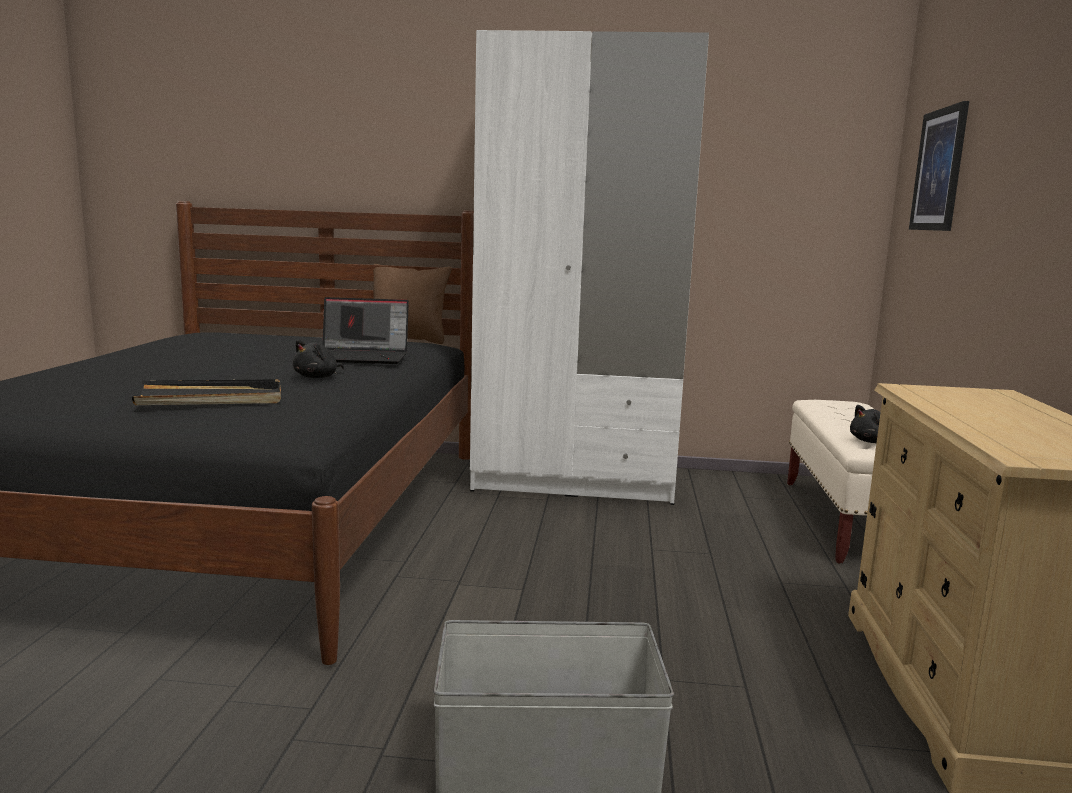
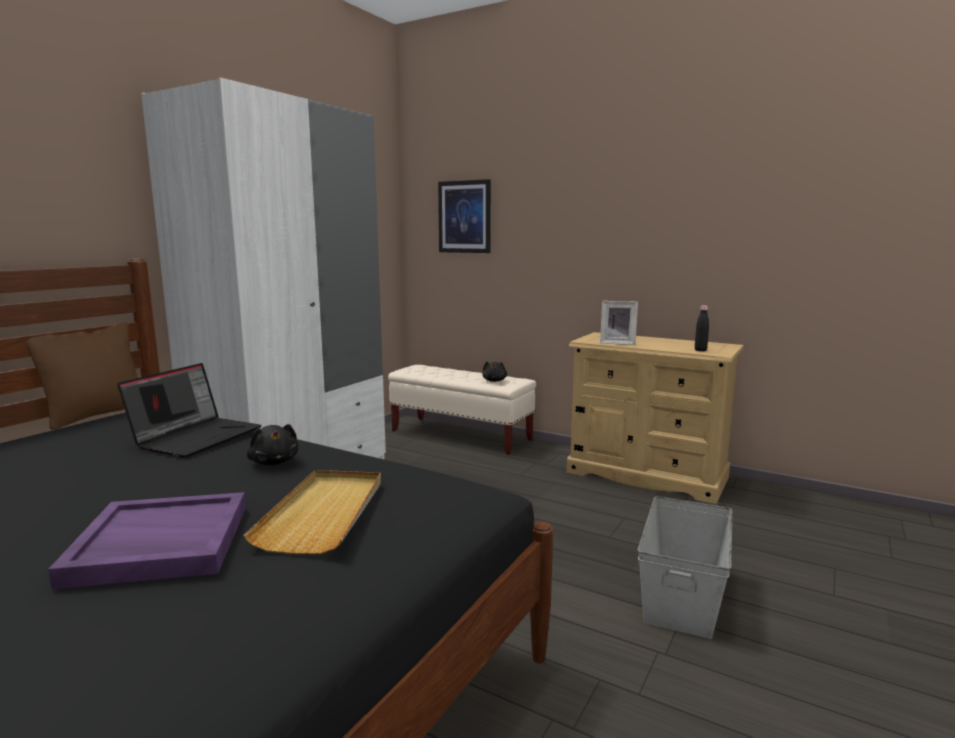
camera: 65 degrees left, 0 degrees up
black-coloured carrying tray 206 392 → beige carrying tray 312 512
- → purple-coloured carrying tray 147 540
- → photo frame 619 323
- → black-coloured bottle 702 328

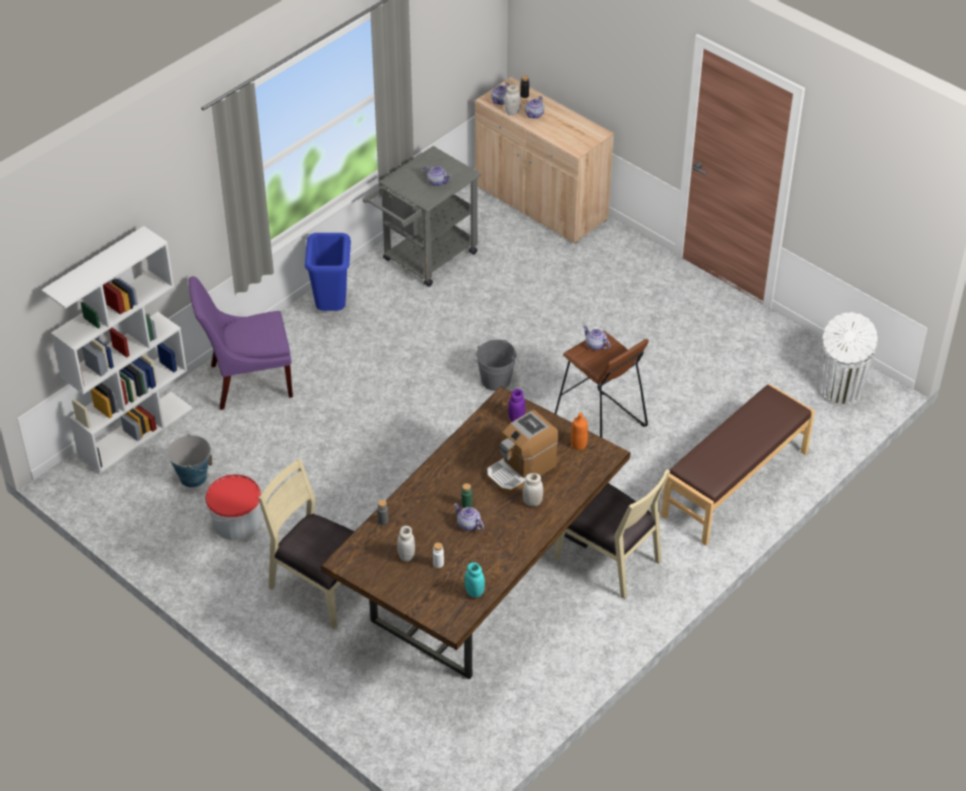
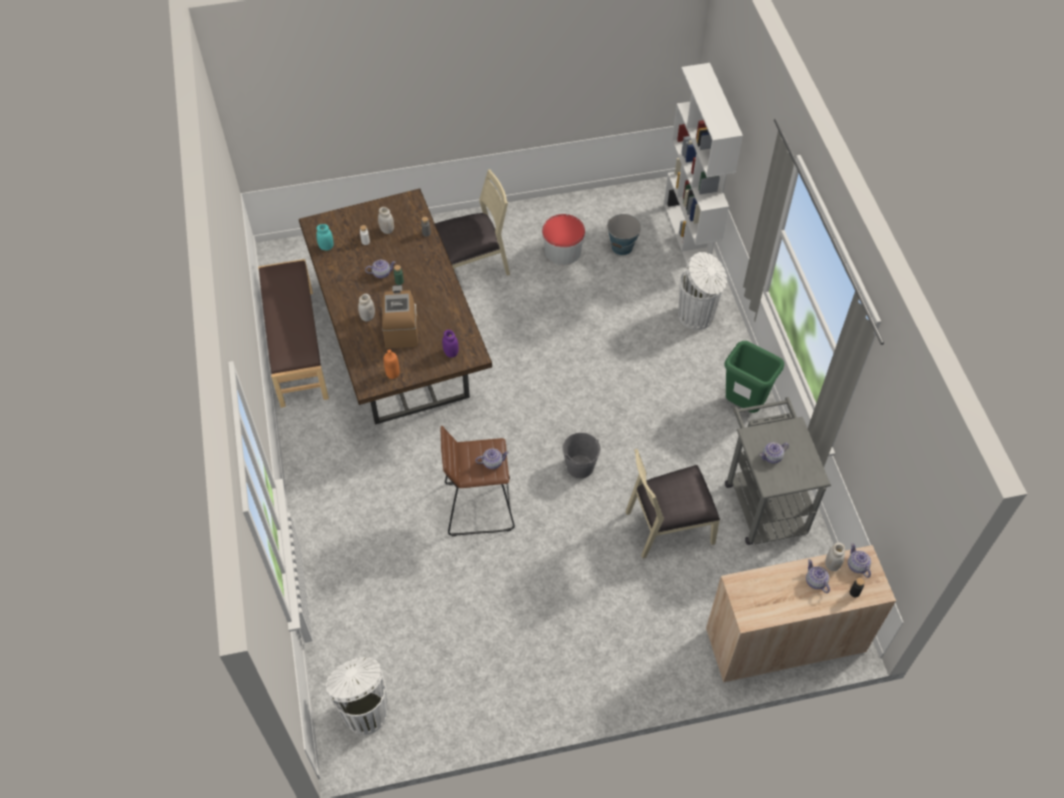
camera: 125 degrees right, 10 degrees up
purple-coloured plain chair 240 343 → white rubbish bin 702 291
blue rubbish bin 328 272 → green-coloured rubbish bin 754 377
beige plain chair 612 534 → beige plain chair 672 504, shifted
brown indoor bench 738 465 → brown indoor bench 293 333, shifted

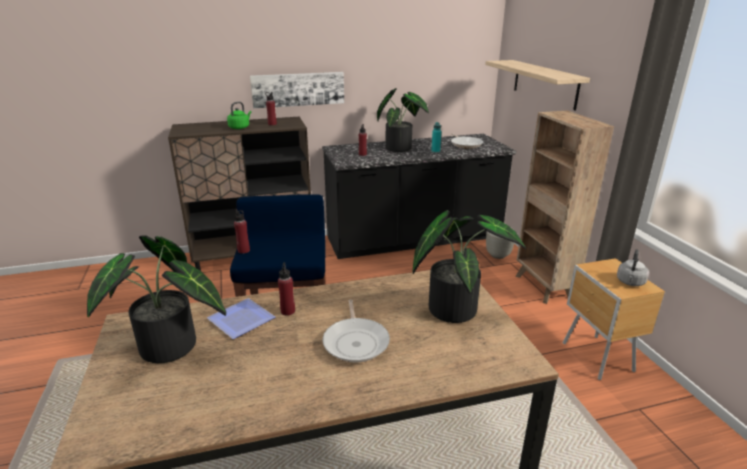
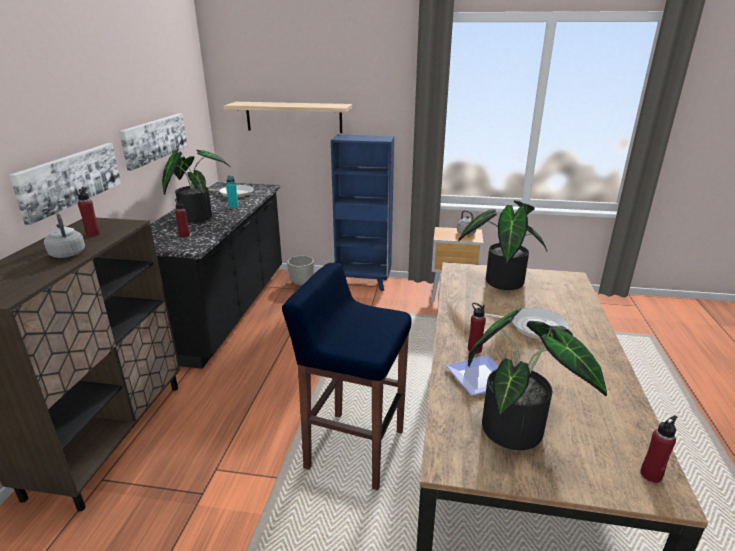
camera: 65 degrees left, 0 degrees up
green-coloured tea kettle 239 115 → gray tea kettle 64 235
red-coloured bottle 242 231 → red-coloured bottle 658 449, shifted
brown shelving unit 565 207 → blue shelving unit 362 212
- → wall art 153 142

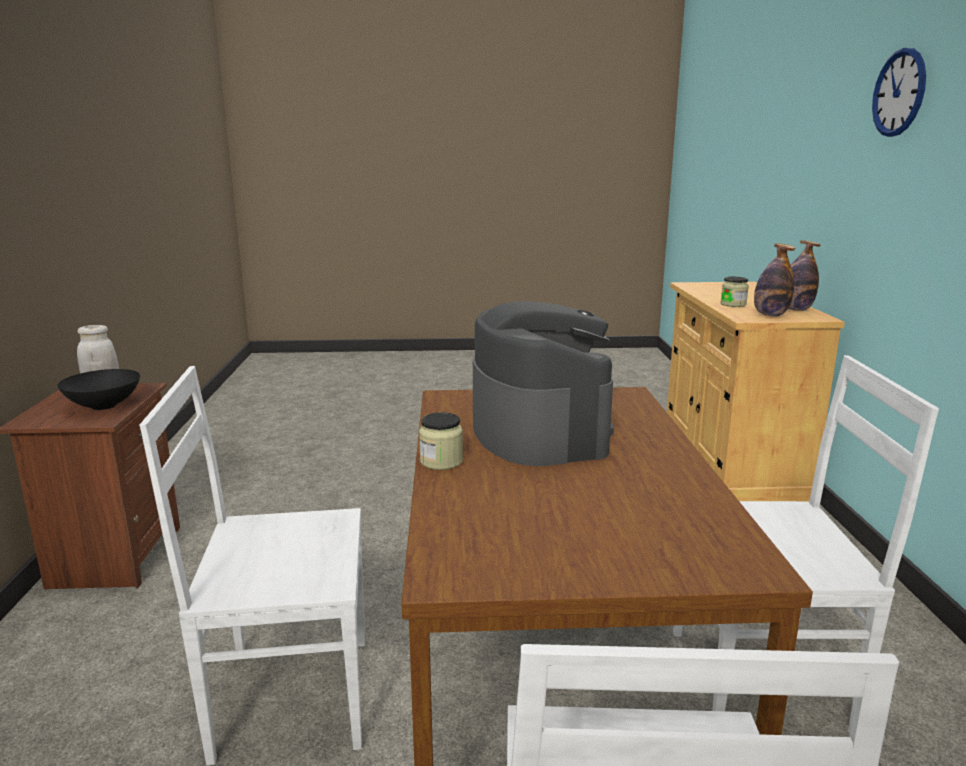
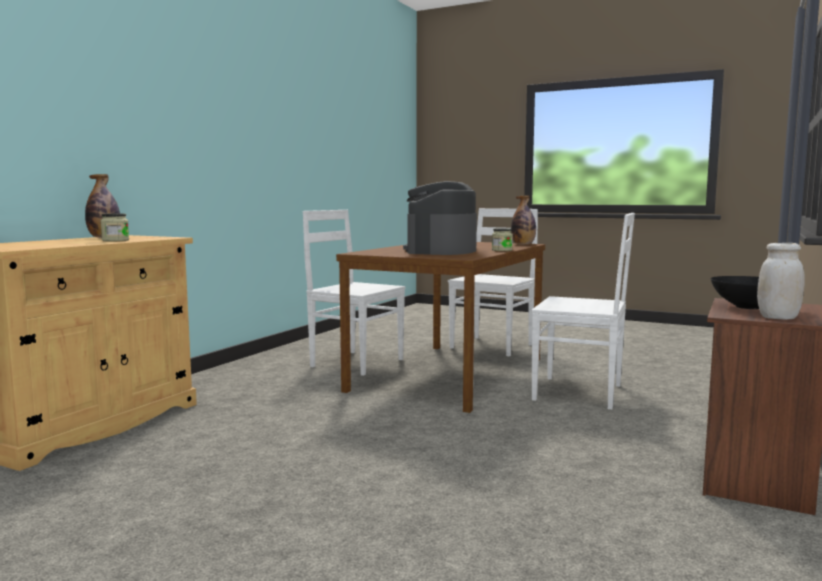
camera: 150 degrees left, 10 degrees down
bottle 774 279 → bottle 523 220, shifted
wall clock 899 92 → -

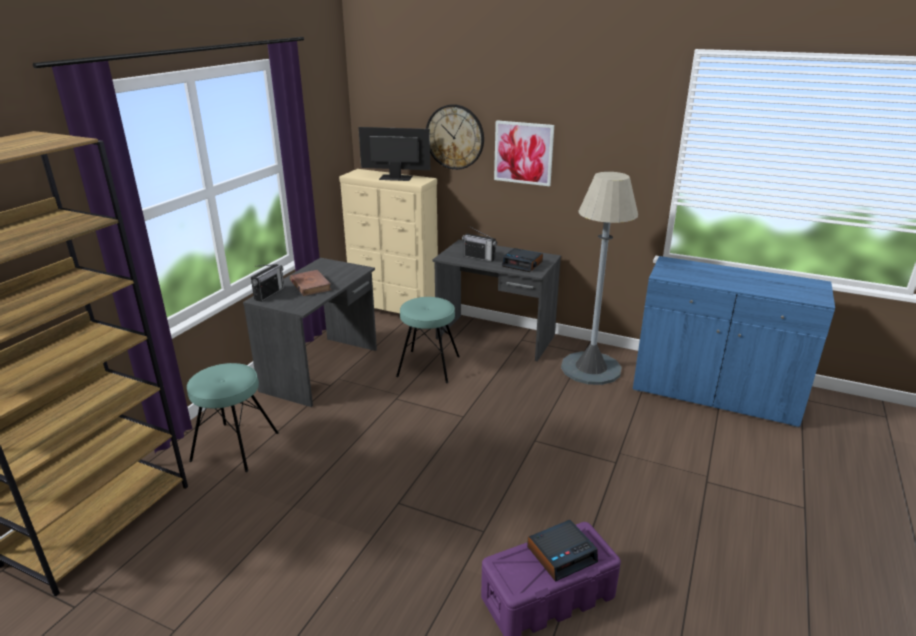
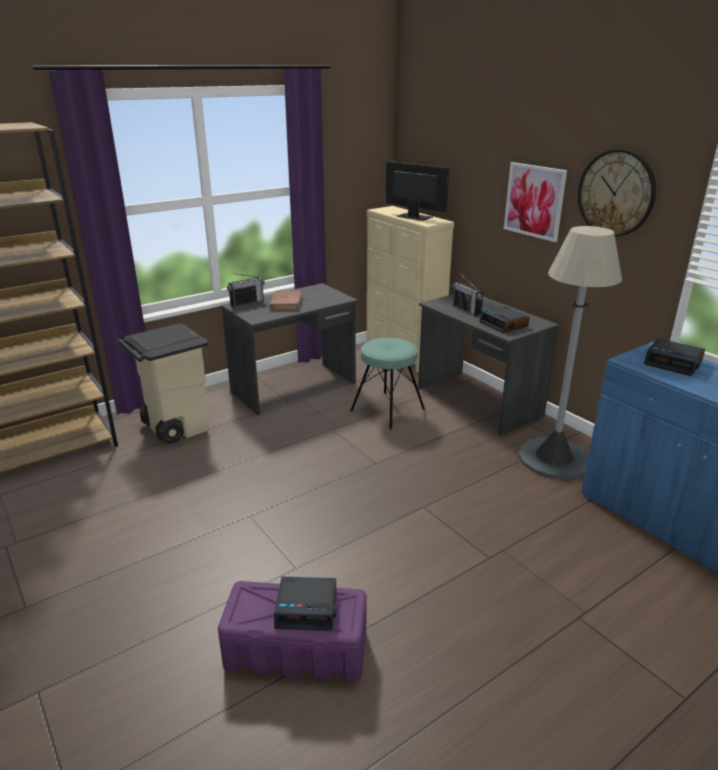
camera: 30 degrees right, 0 degrees up
blue-green stool 233 417 → beige rubbish bin 163 383
wall clock 455 137 → wall clock 617 193, shifted
- → alarm clock 674 357

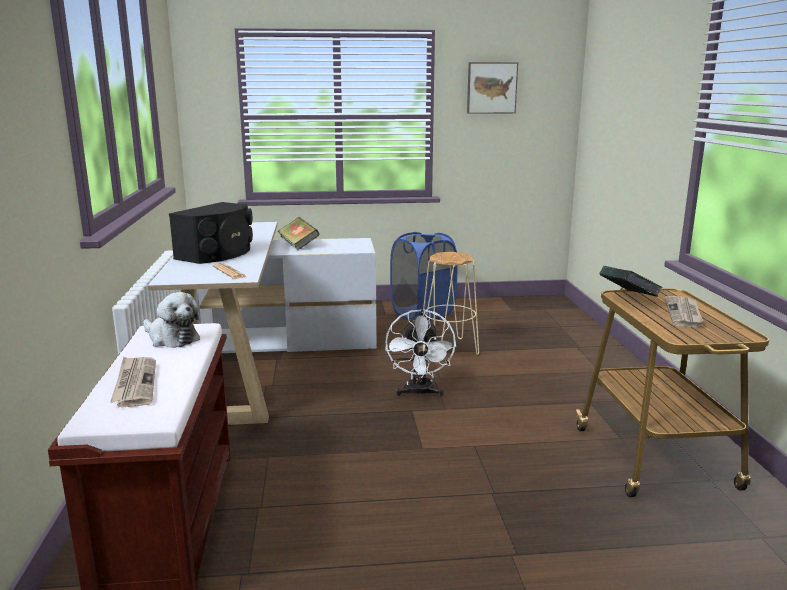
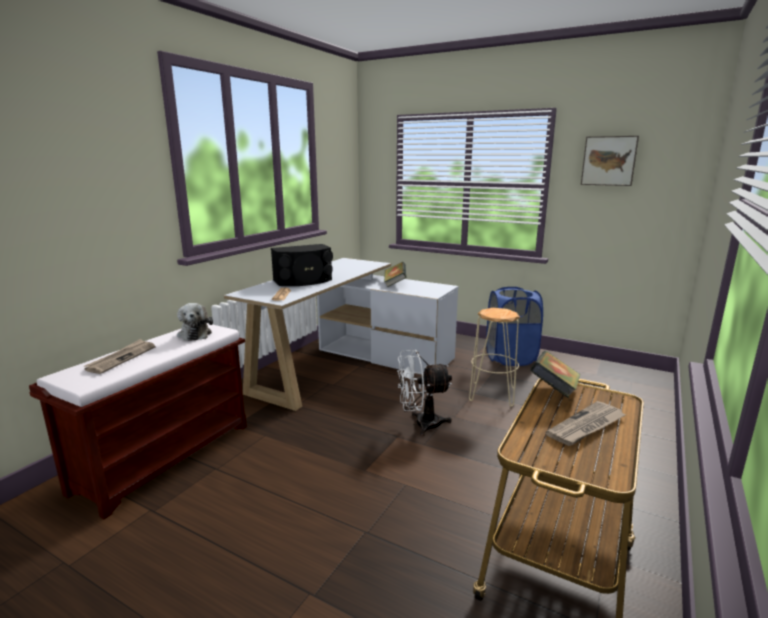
camera: 35 degrees right, 0 degrees up
white electric fan 420 353 → white electric fan 424 393, 45 degrees clockwise

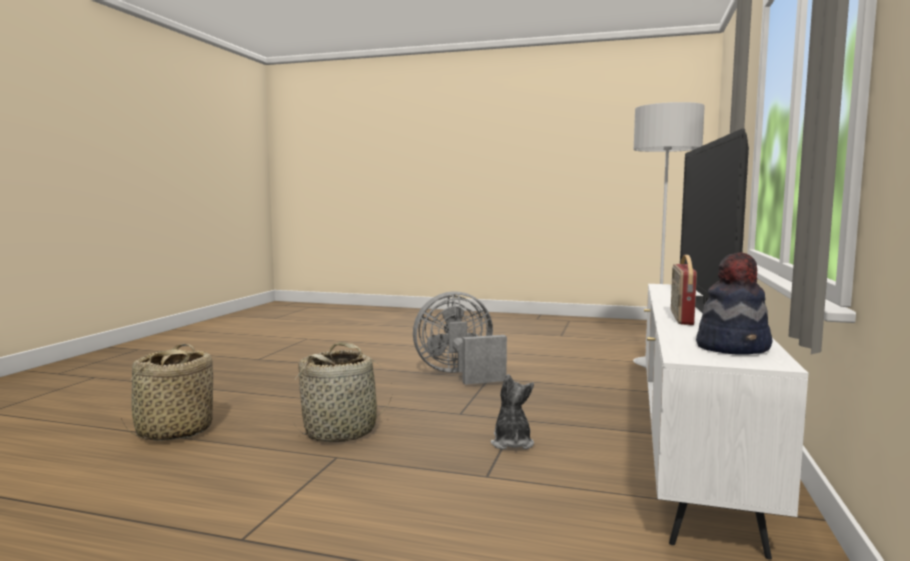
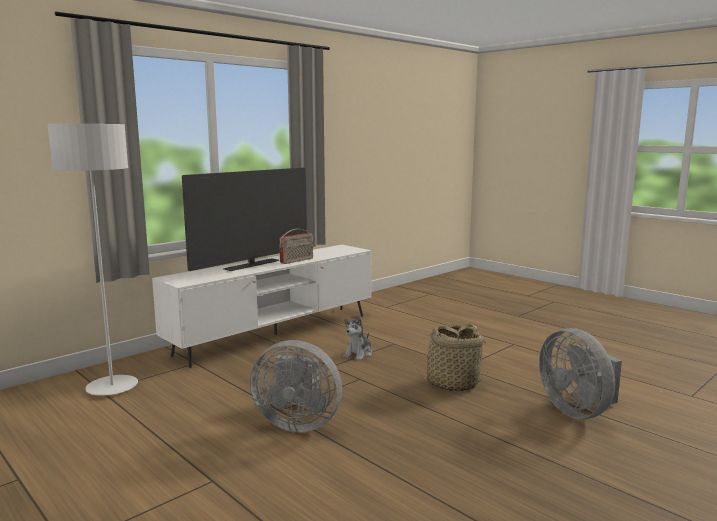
camera: 150 degrees left, 5 degrees up
storage basket 167 392 → gray electric fan 580 373
wearable hat 734 303 → -

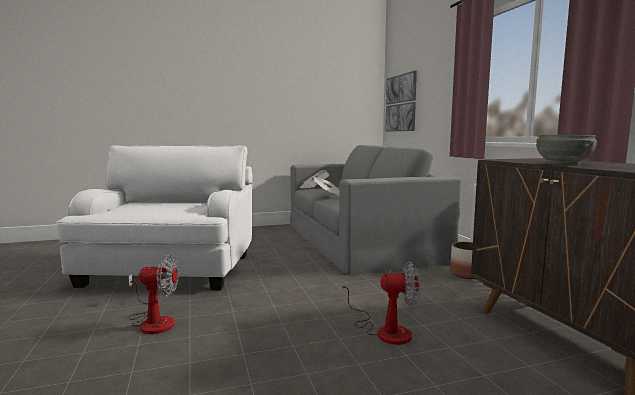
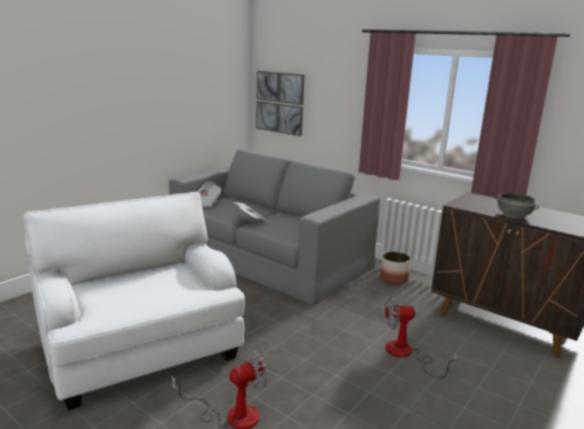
camera: 35 degrees left, 10 degrees up
electric fan 381 303 → electric fan 421 337, 150 degrees counterclockwise

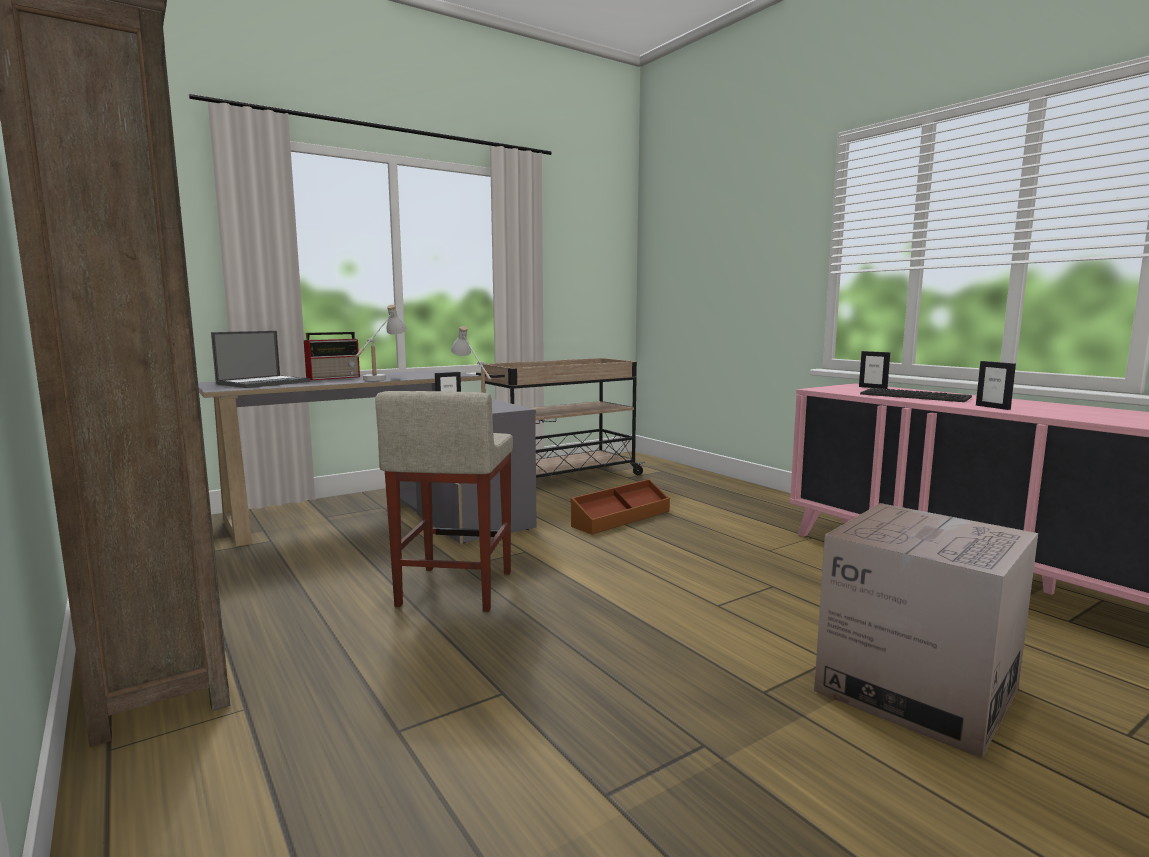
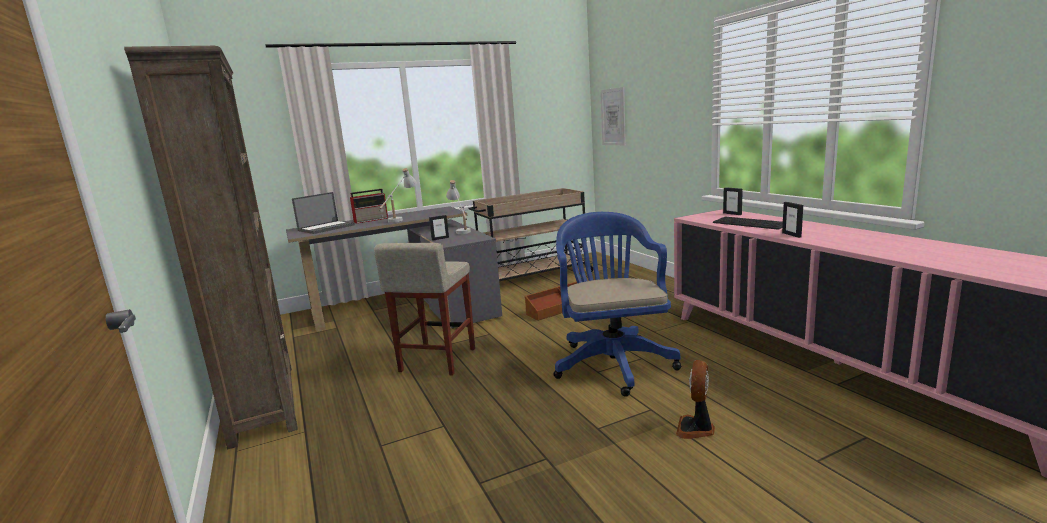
camera: 10 degrees right, 5 degrees up
carton 926 631 → electric fan 695 399
- → blue desk chair 617 304
- → wall art 613 116

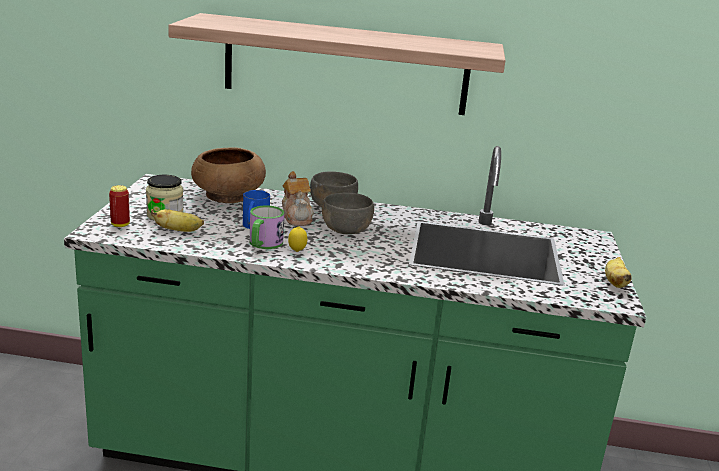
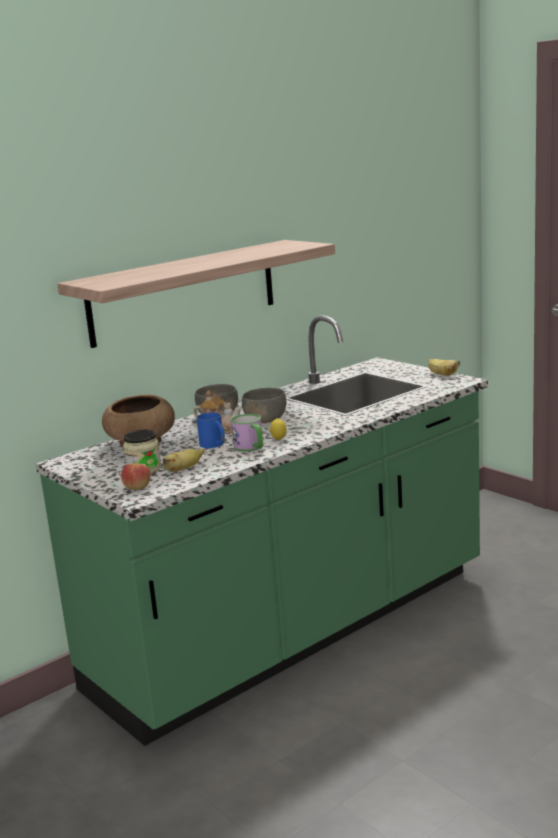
camera: 45 degrees left, 5 degrees down
metal can 119 206 → apple 136 476

